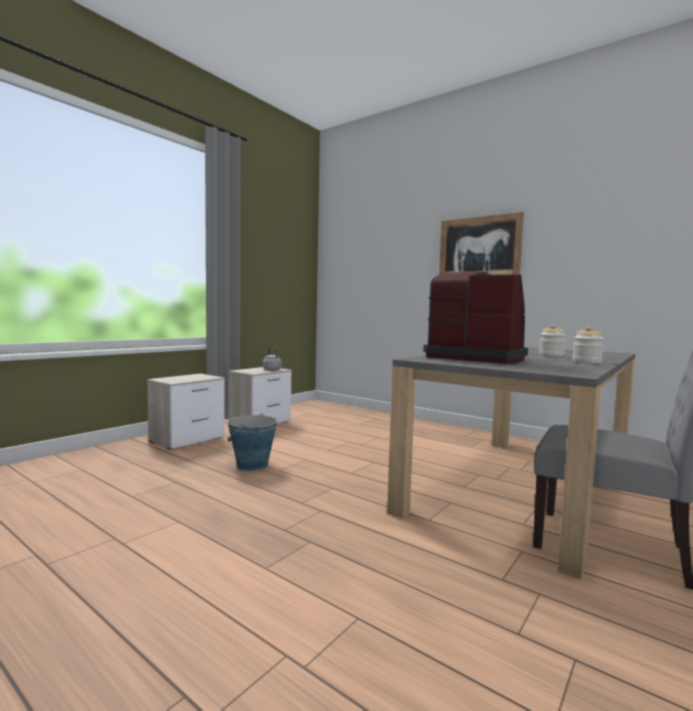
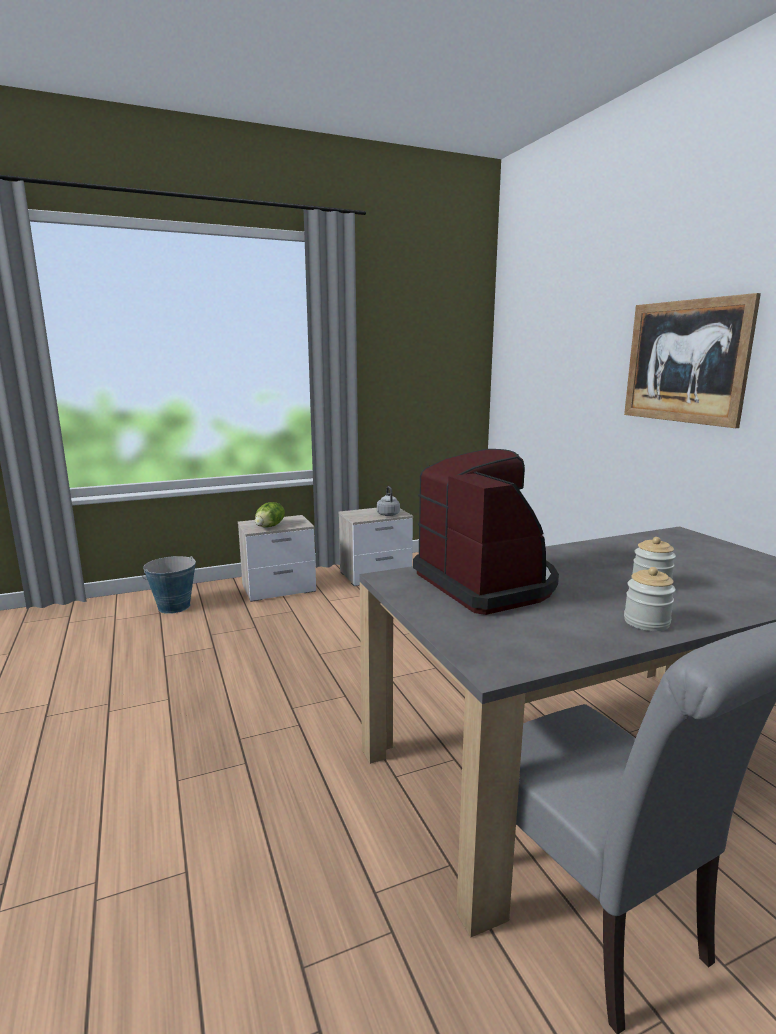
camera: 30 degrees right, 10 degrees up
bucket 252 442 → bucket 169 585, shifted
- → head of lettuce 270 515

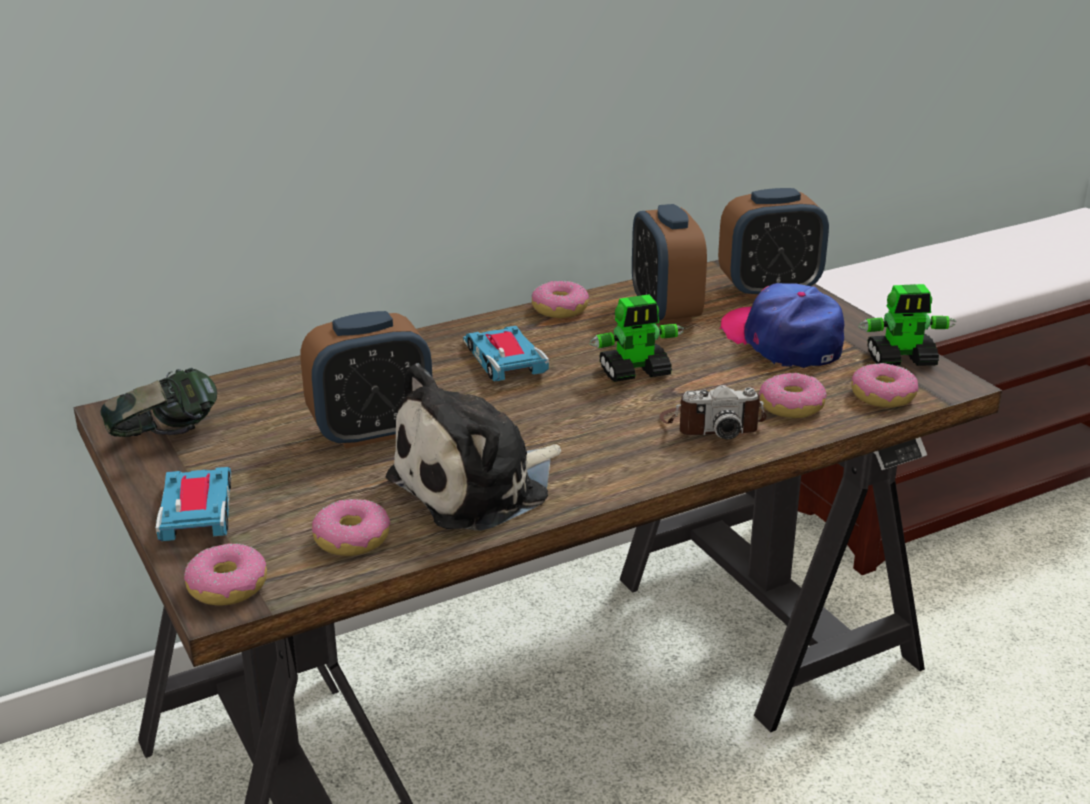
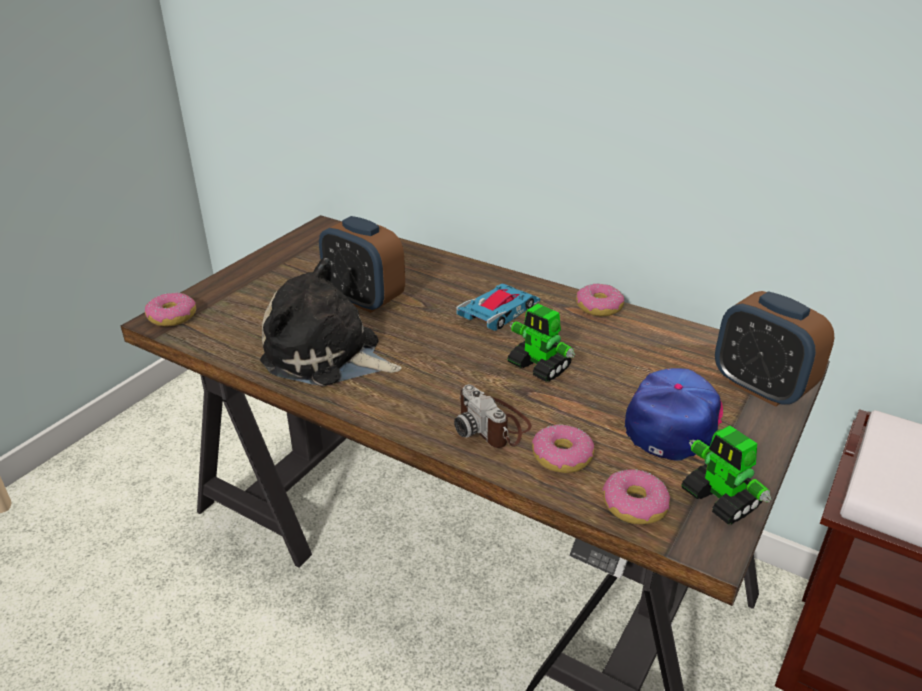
camera: 60 degrees right, 5 degrees up
headphones 158 403 → -
model car 193 504 → -
donut 351 527 → -
alarm clock 669 264 → -

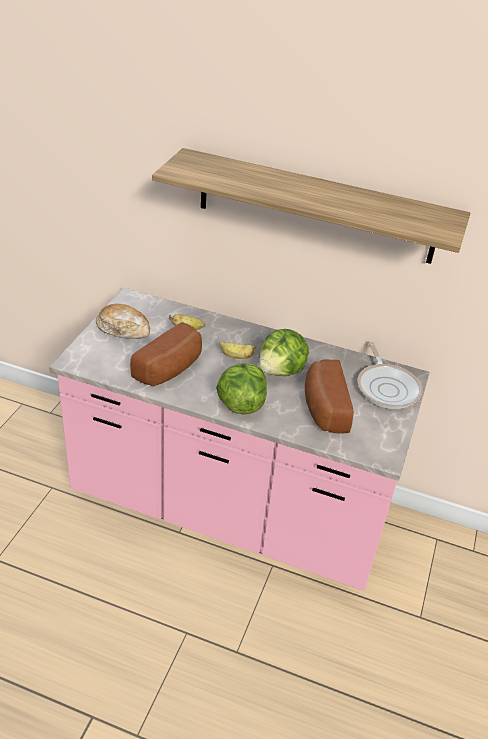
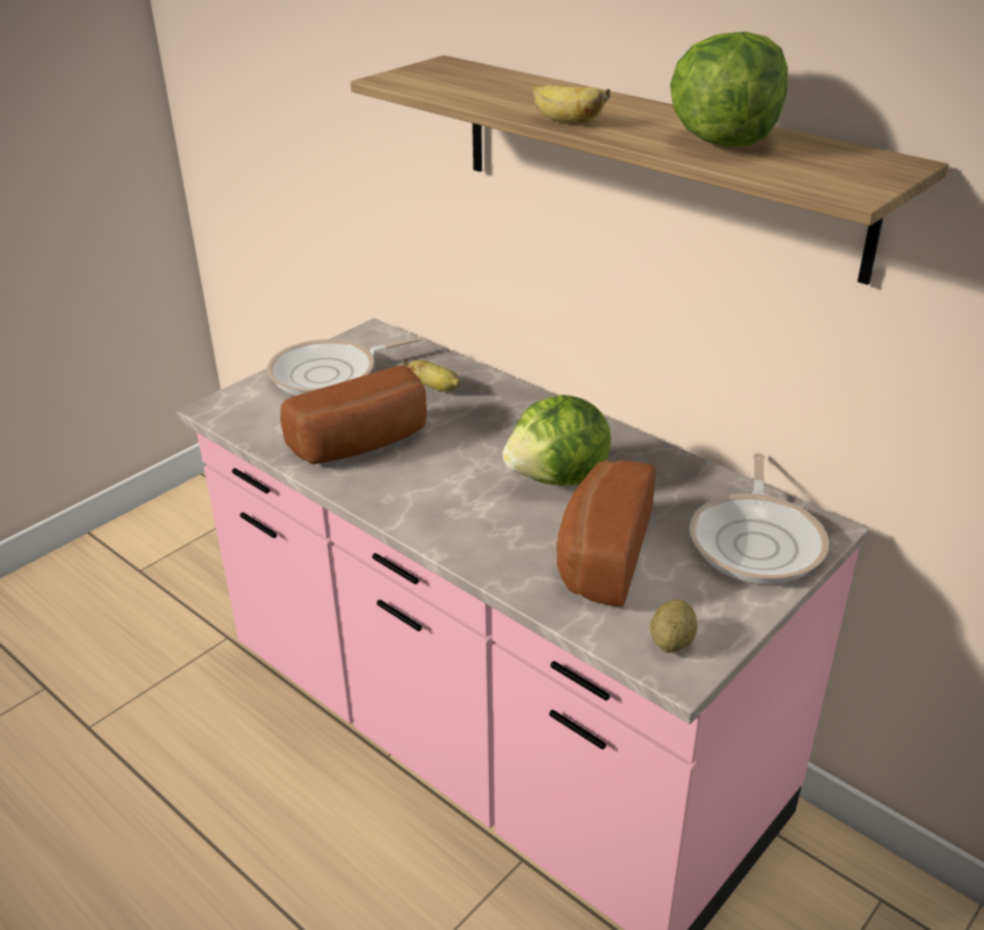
camera: 25 degrees right, 5 degrees down
bread 123 321 → frying pan 344 366
head of lettuce 241 388 → head of lettuce 729 89, shifted
banana 238 350 → banana 571 104, shifted
- → whole potato 673 626

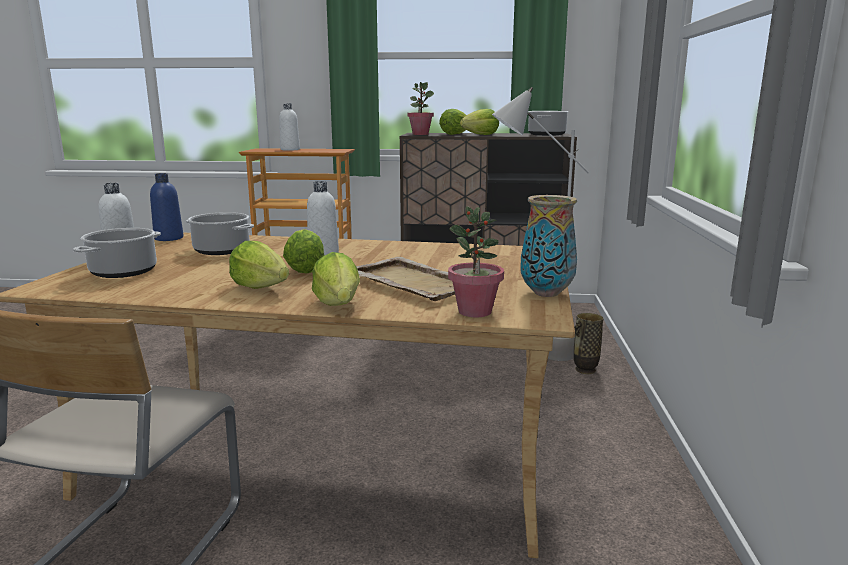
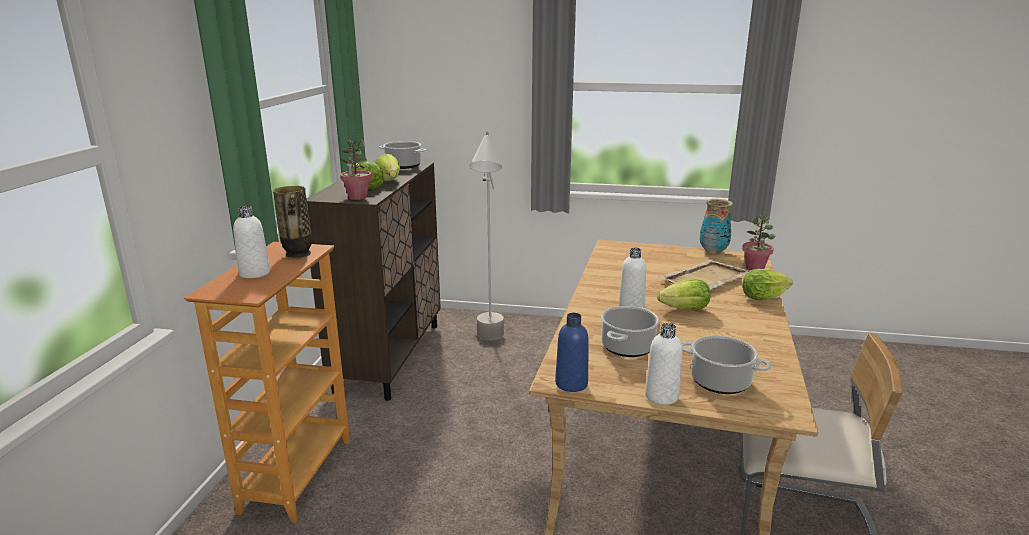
camera: 85 degrees left, 5 degrees up
head of lettuce 259 265 → -
vase 588 343 → vase 292 222, shifted

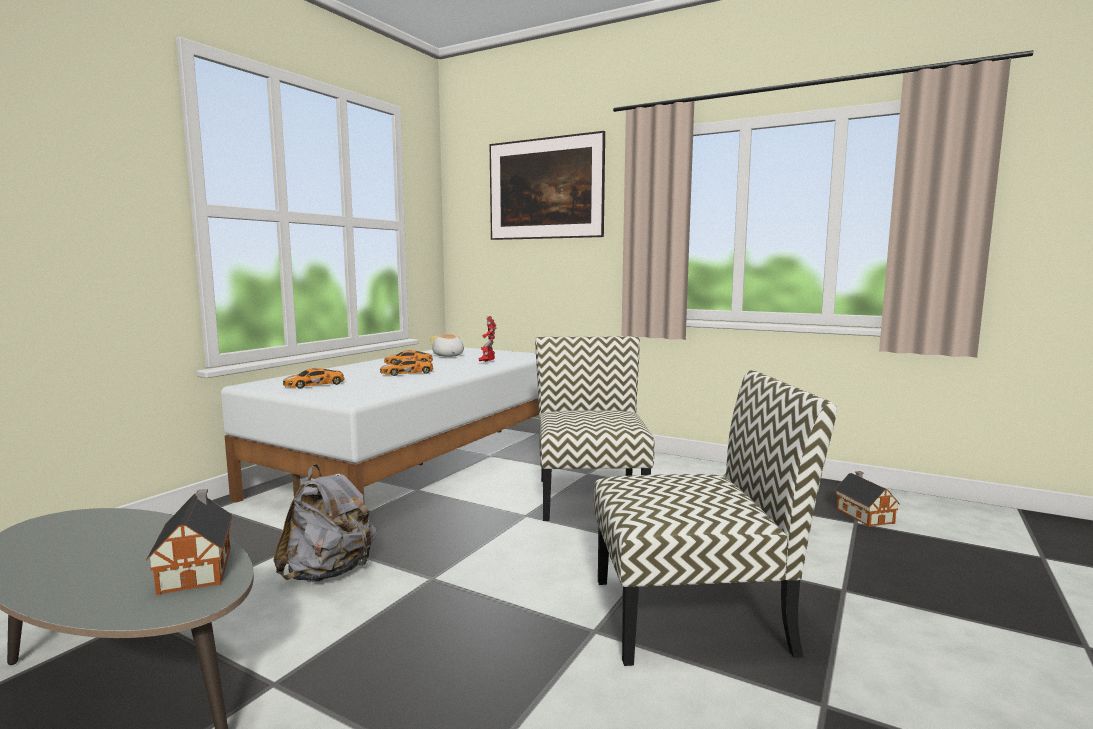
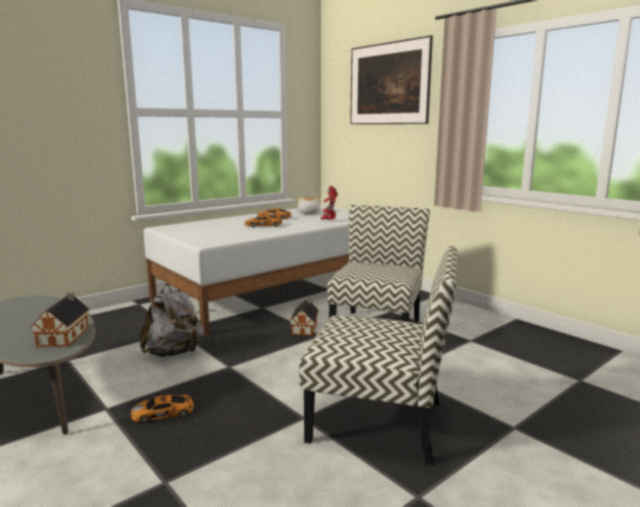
camera: 20 degrees right, 5 degrees up
model car 314 378 → model car 162 409, shifted
model house 867 499 → model house 304 317, shifted

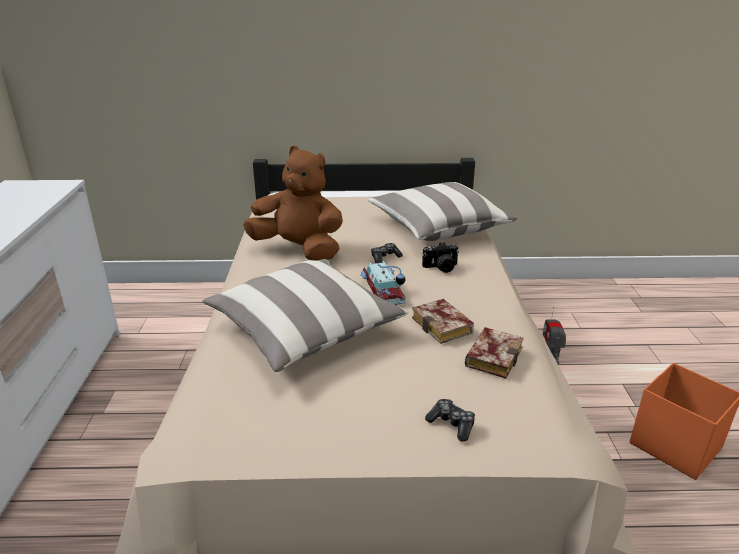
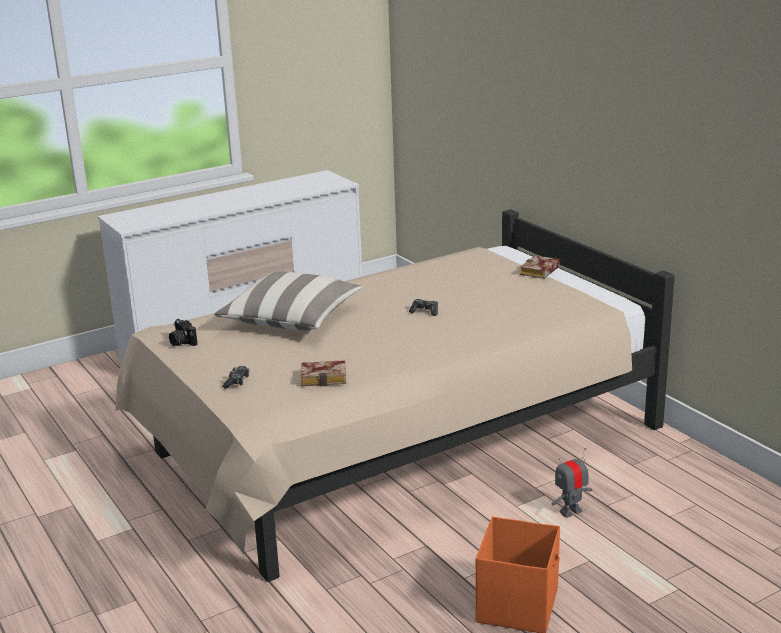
camera: 60 degrees right, 5 degrees down
brown cuddly toy 293 203 → -
model car 383 283 → -
pillow 442 211 → -
bound book 443 321 → bound book 540 267, shifted
photo camera 440 257 → photo camera 183 332, shifted

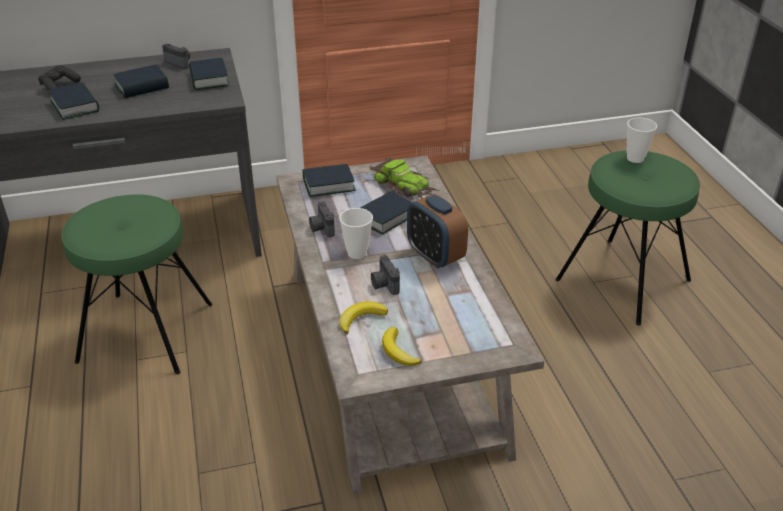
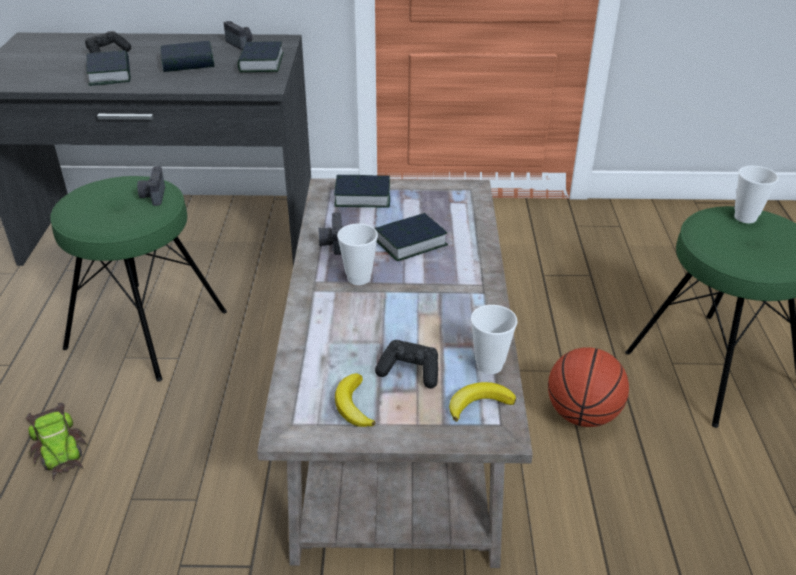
camera: 15 degrees right, 0 degrees up
banana 363 318 → banana 482 402, shifted
model car 404 178 → model car 57 442, shifted
photo camera 385 275 → photo camera 151 186, shifted
alarm clock 437 231 → -
- → black-coloured joypad 406 364
- → small cup 494 339
- → basketball ball 588 387

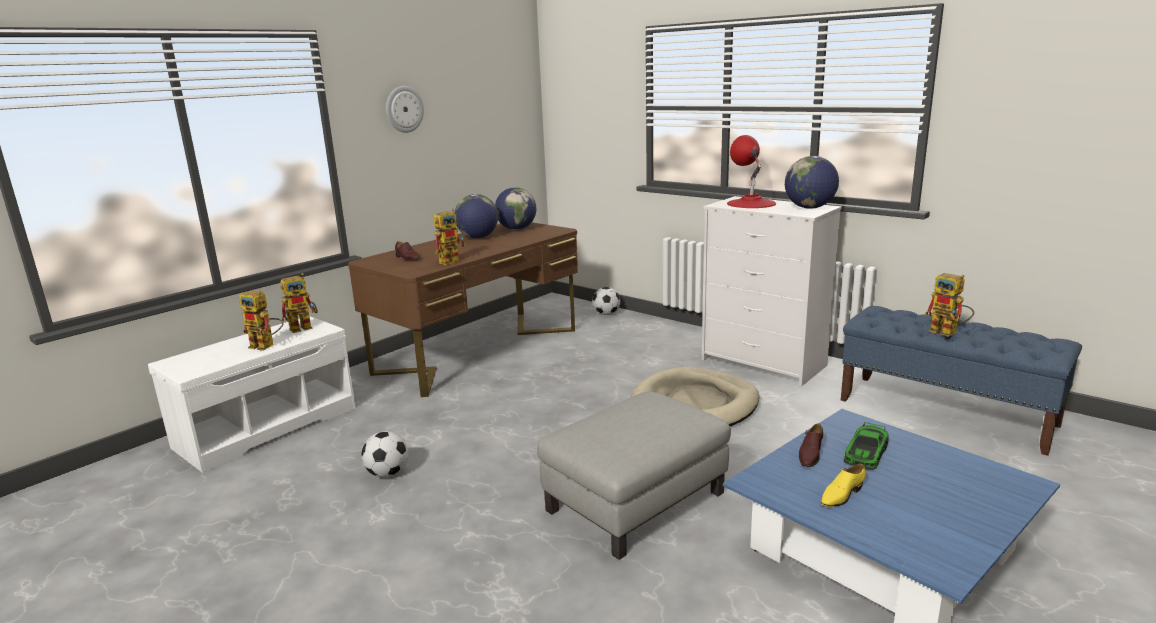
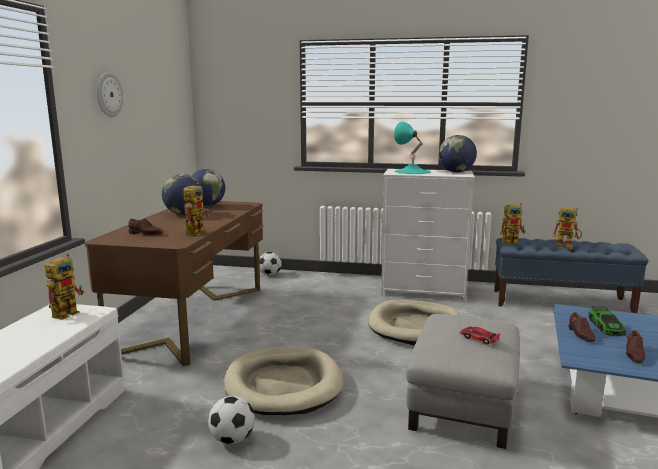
camera: 30 degrees left, 5 degrees down
toy robot 261 321 → toy robot 512 223, shifted
red-coloured lamp for a table 751 171 → blue-green lamp for a table 412 148
yellow-coloured shoe 843 485 → brown shoe 635 346
- → beige dog bed 283 381
- → model car 479 335

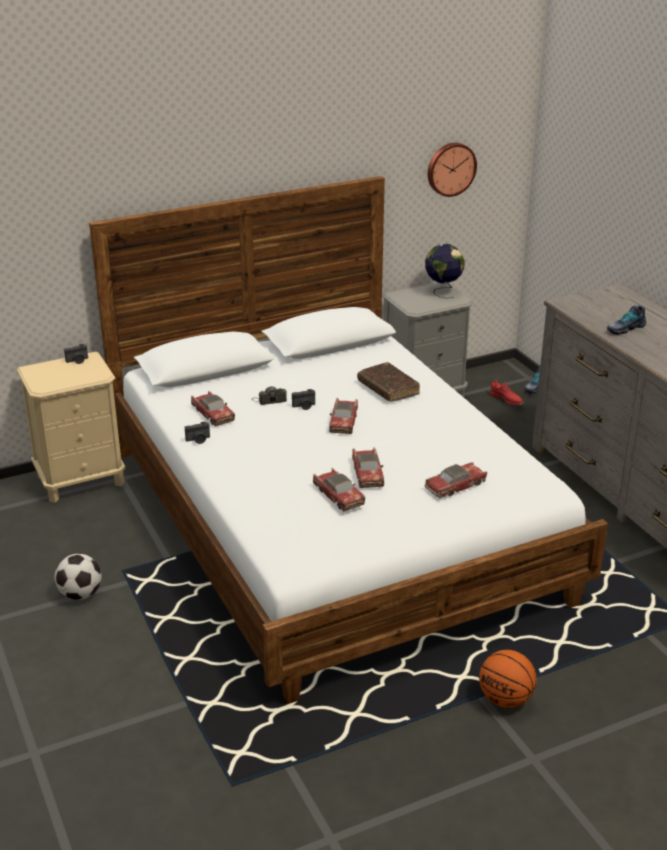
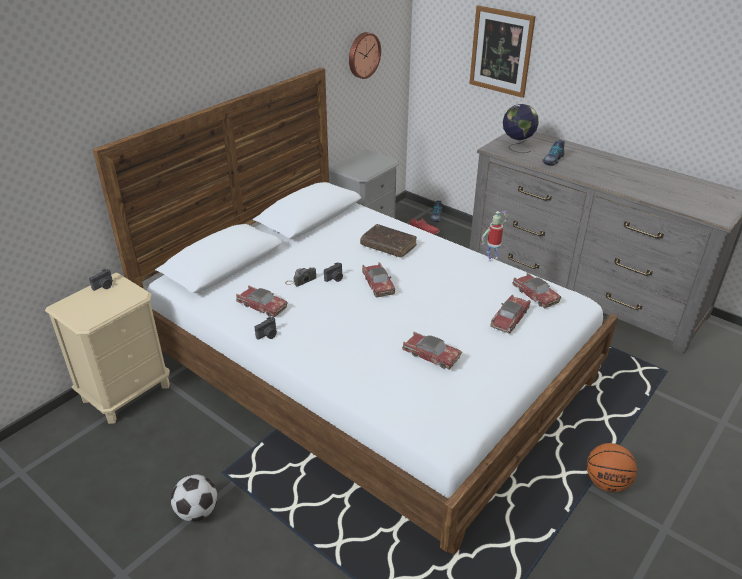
camera: 25 degrees left, 5 degrees up
model car 368 467 → model car 536 290, shifted
globe 444 271 → globe 521 128, shifted
- → wall art 502 51
- → toy robot 494 236

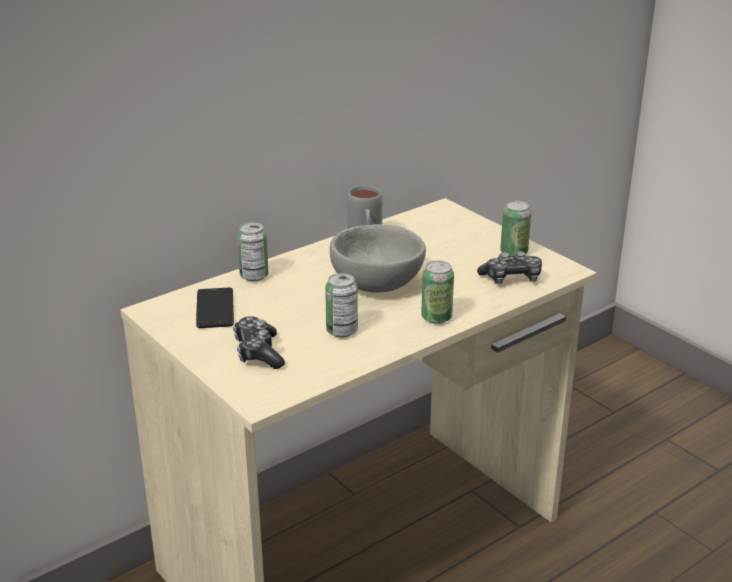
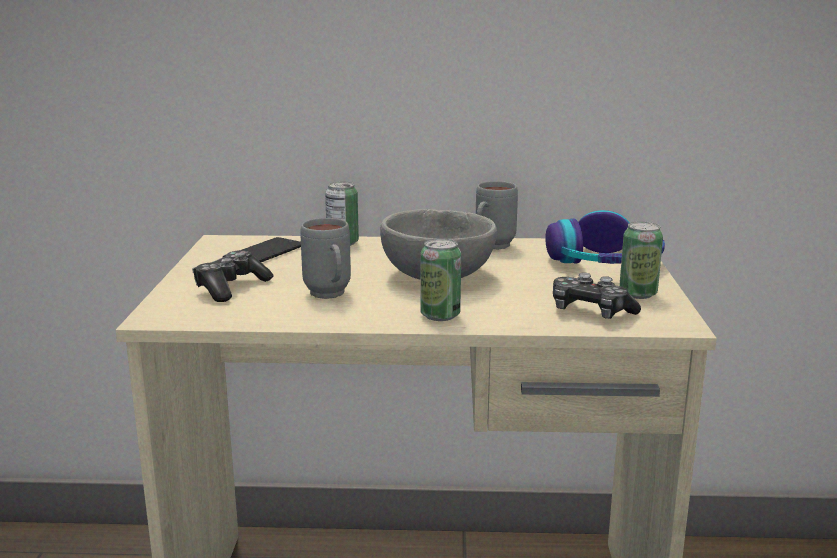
camera: 40 degrees right, 10 degrees down
metal can 341 305 → gray mug 325 258
- → headphones 605 237

